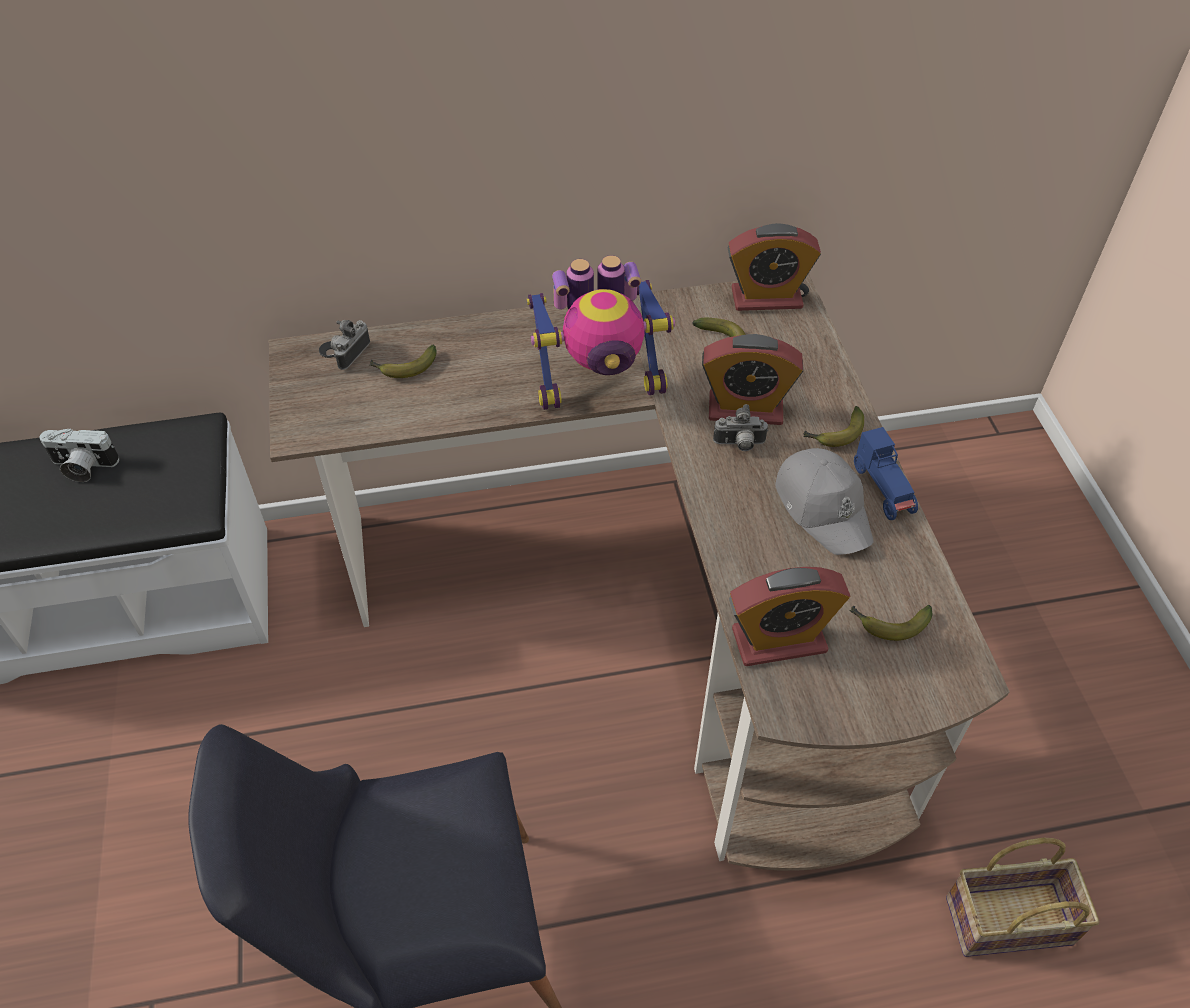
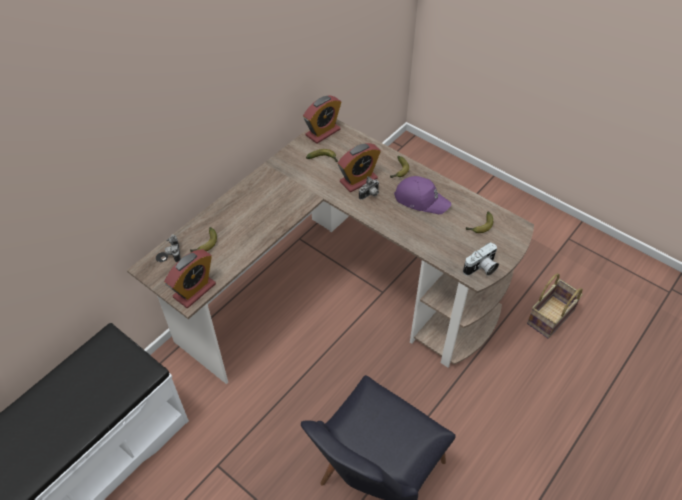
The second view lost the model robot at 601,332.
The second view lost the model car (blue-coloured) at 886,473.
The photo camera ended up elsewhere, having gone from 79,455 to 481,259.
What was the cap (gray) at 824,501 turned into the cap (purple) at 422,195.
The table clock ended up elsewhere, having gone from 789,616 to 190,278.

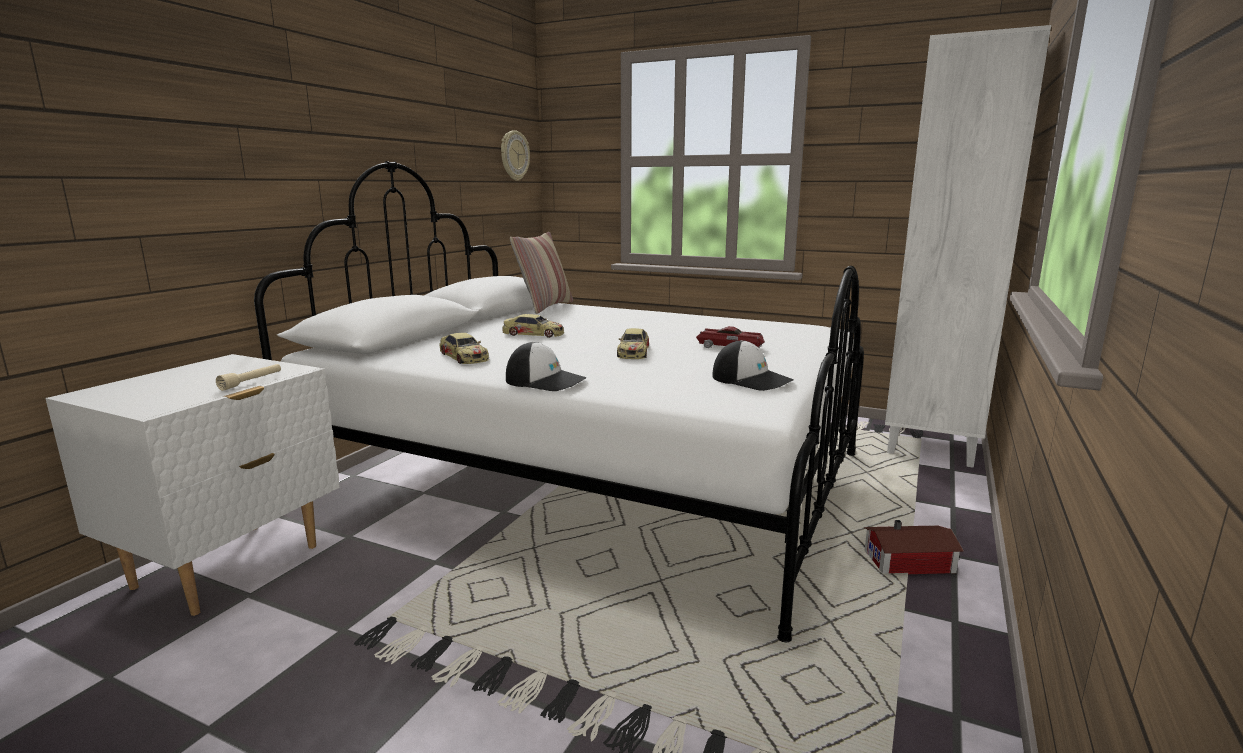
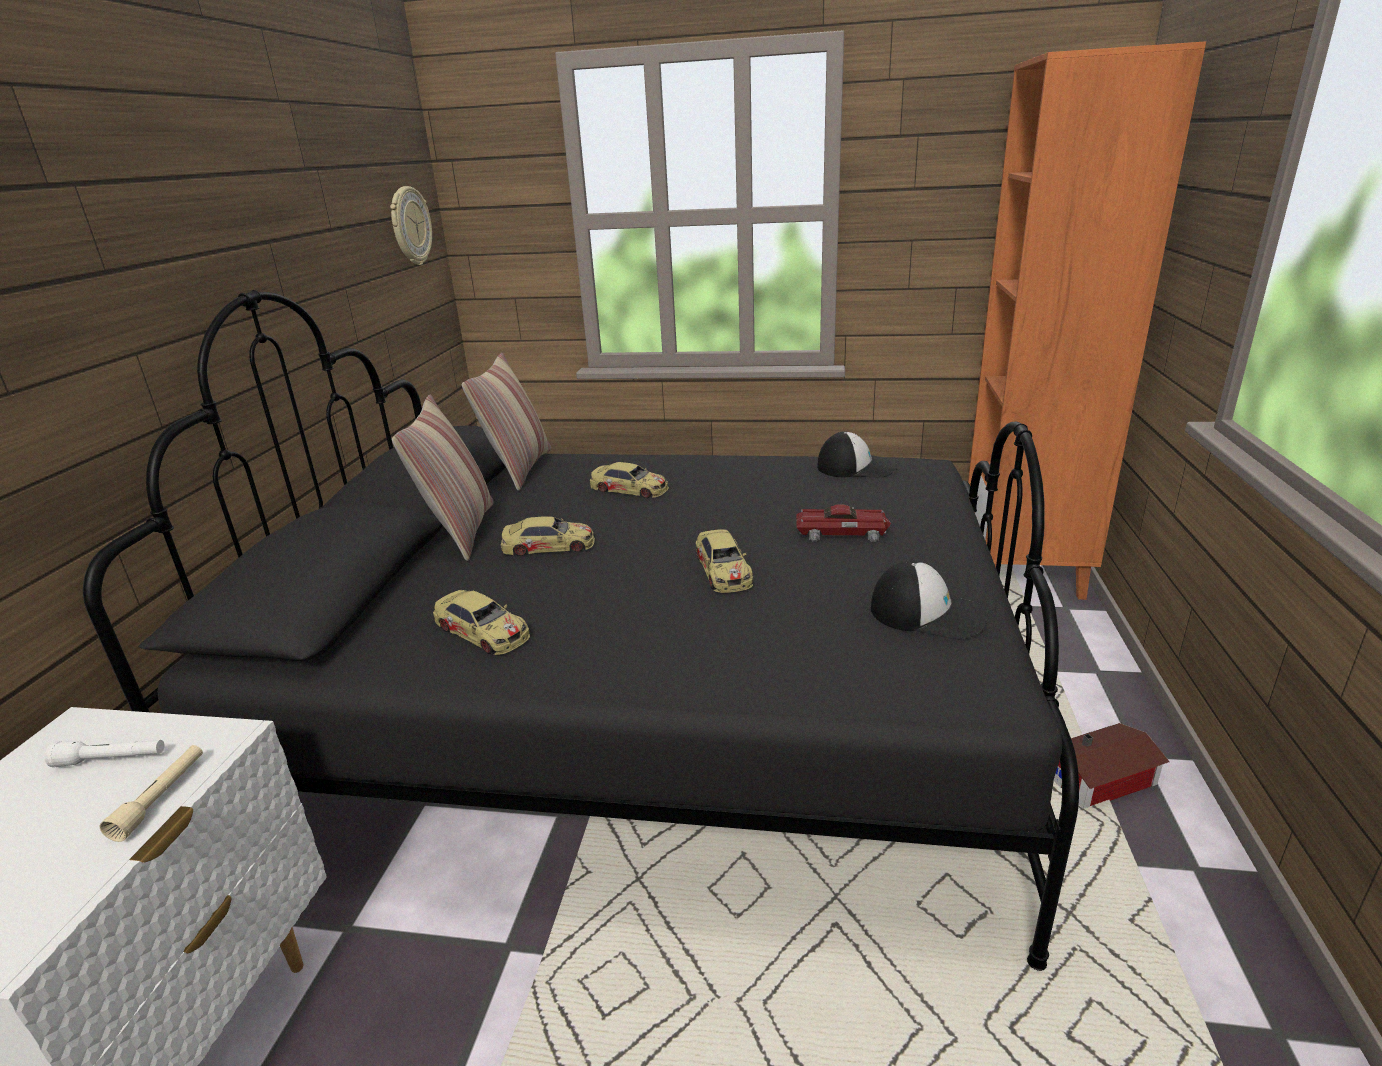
What was the shelving unit (white) at 968,246 turned into the shelving unit (orange-coloured) at 1087,320.
What was the bedroom bed (white) at 559,401 turned into the bedroom bed (black) at 581,630.
The cap ended up elsewhere, having gone from 546,366 to 857,454.
The second view gained the cushion at 443,477.
The second view gained the model car at 629,480.
The second view gained the flashlight (white) at 105,753.

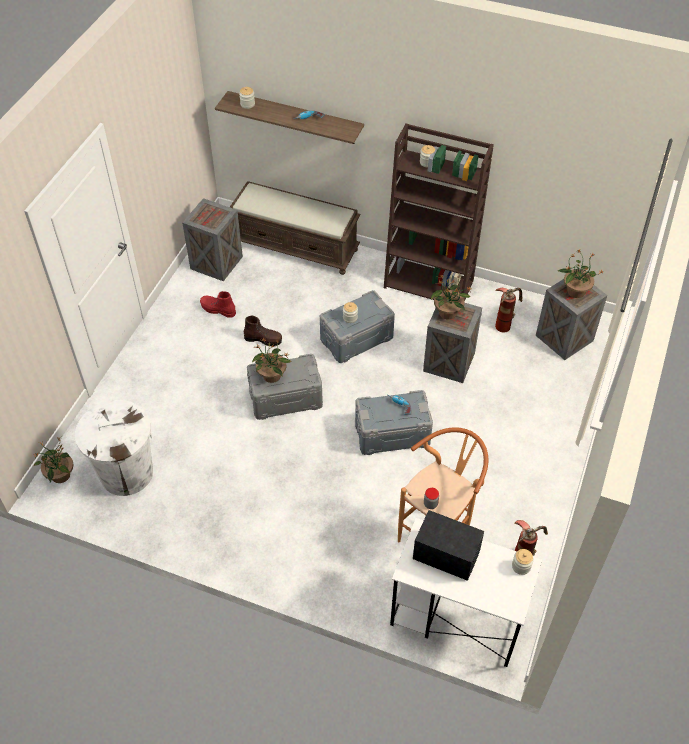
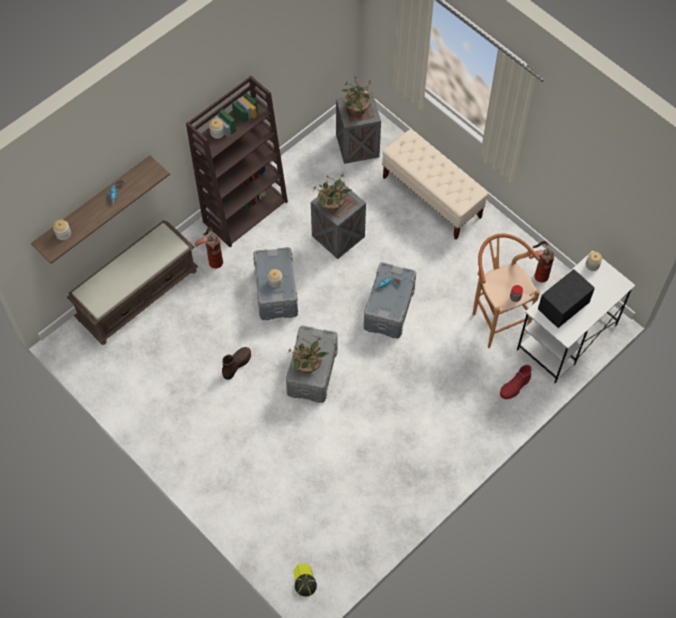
The second view lost the crate at 212,239.
The extinguisher ended up elsewhere, having gone from 508,310 to 209,248.
The high-top boot (red) ended up elsewhere, having gone from 218,304 to 515,382.
The second view lost the trash can (white) at 114,448.
Where the houseplant stood at 53,460, the cap came to stand at 305,580.
The second view gained the long seat (beige-coloured) at 435,184.

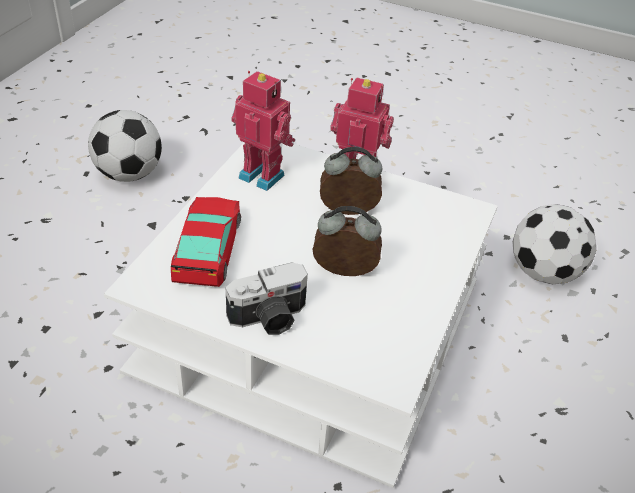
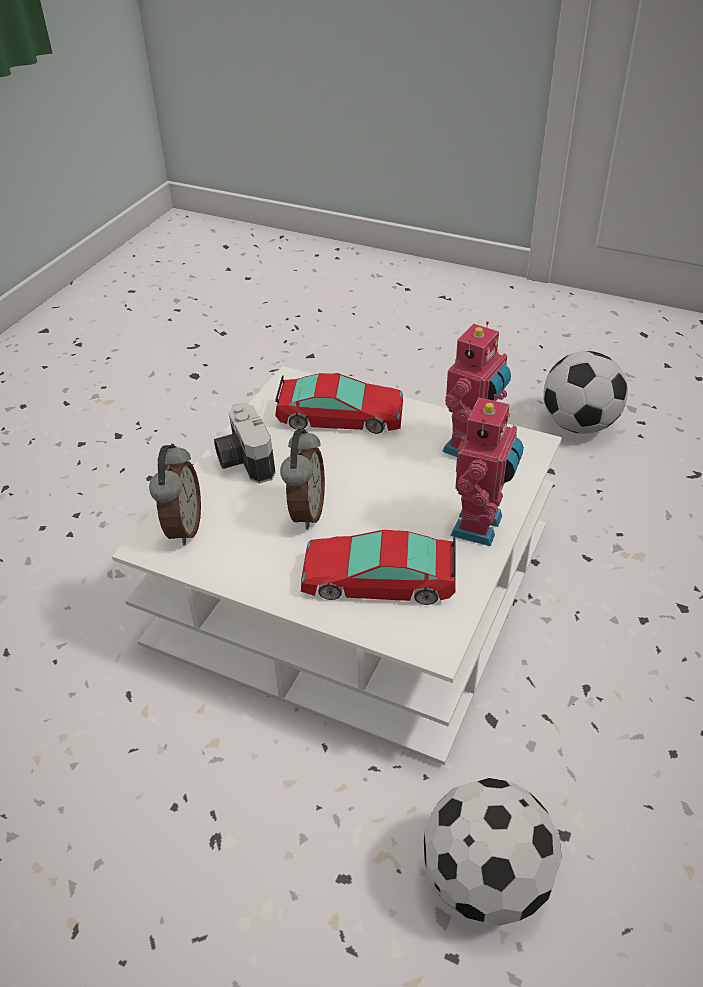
The table clock ended up elsewhere, having gone from 351,181 to 175,494.
The second view gained the model car at 378,567.

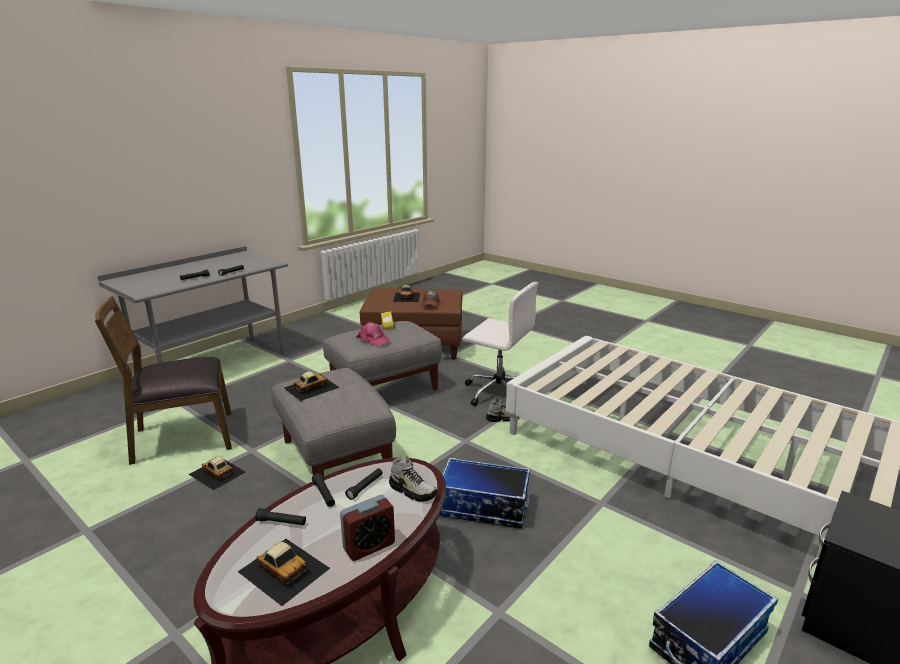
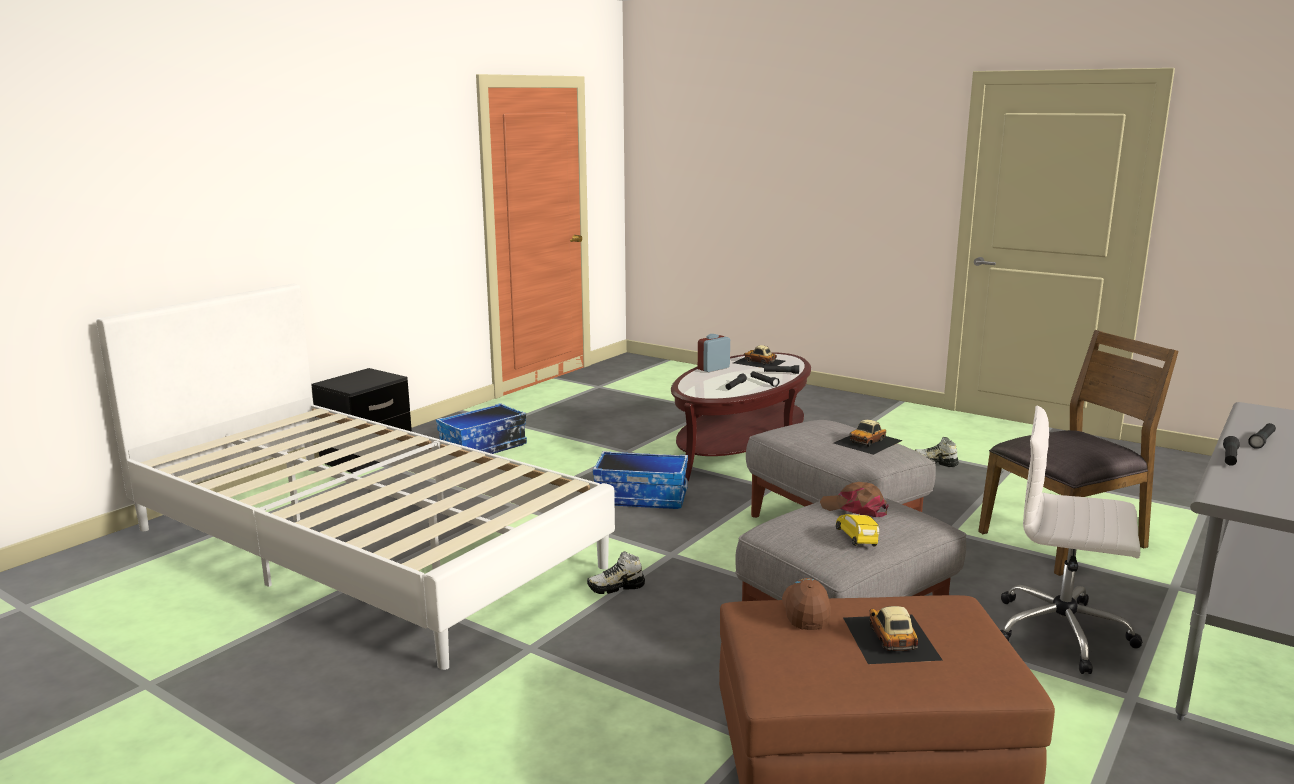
The computer chair (white) ended up elsewhere, having gone from 500,344 to 1071,540.
What was the cap (pink) at 373,334 turned into the cap (brown-coloured) at 854,499.
The second view lost the model car at 217,473.
The shoe ended up elsewhere, having gone from 413,479 to 937,452.

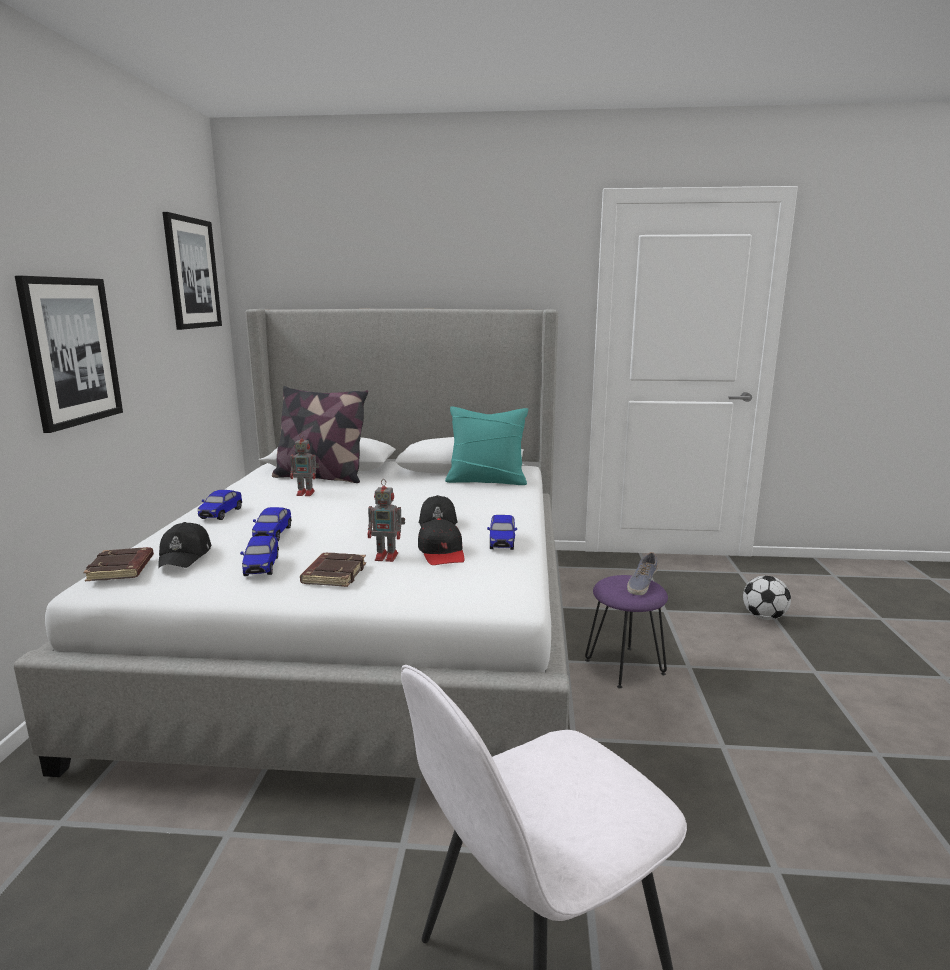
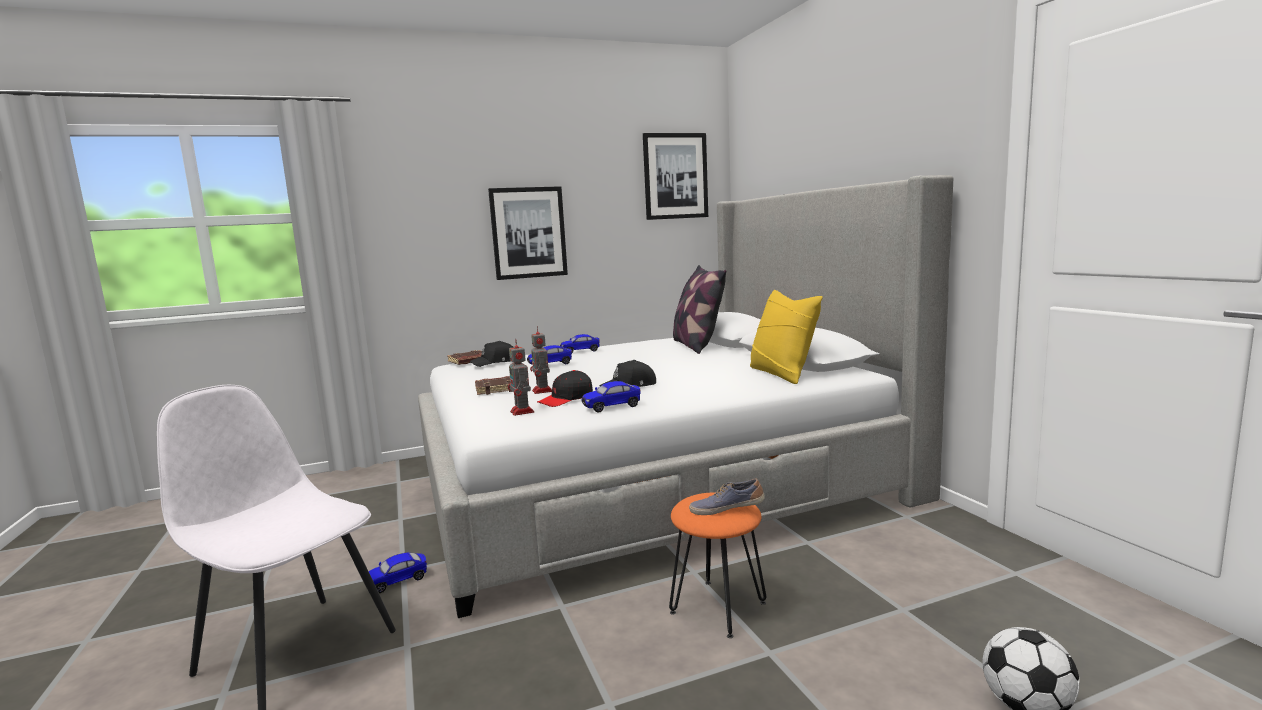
What was the cushion (blue-green) at 486,446 turned into the cushion (yellow-coloured) at 786,337.
The model robot ended up elsewhere, having gone from 304,464 to 521,377.
The model car ended up elsewhere, having gone from 259,556 to 398,572.
What was the stool seat (purple) at 626,632 turned into the stool seat (orange-coloured) at 717,565.

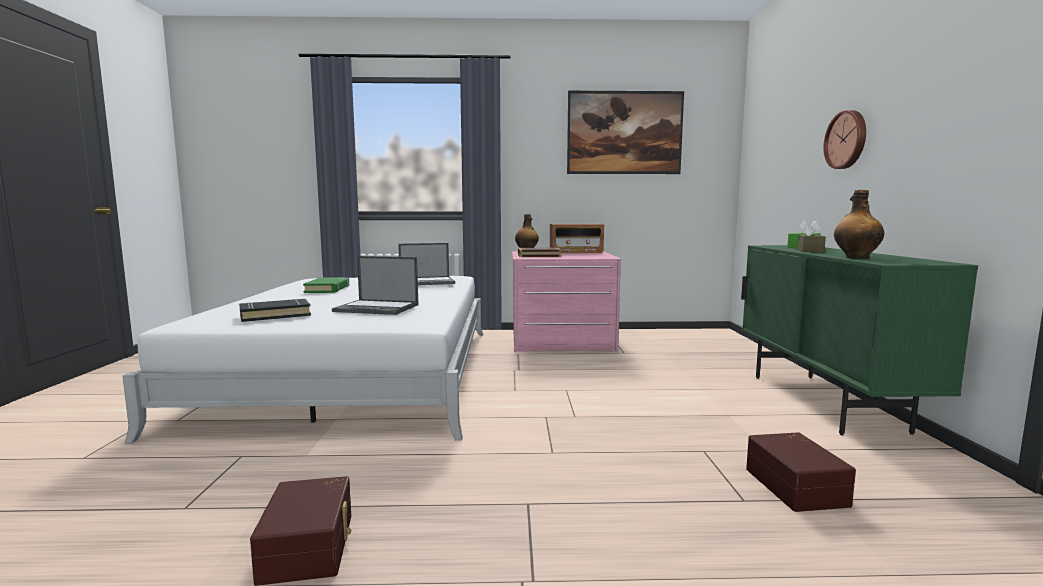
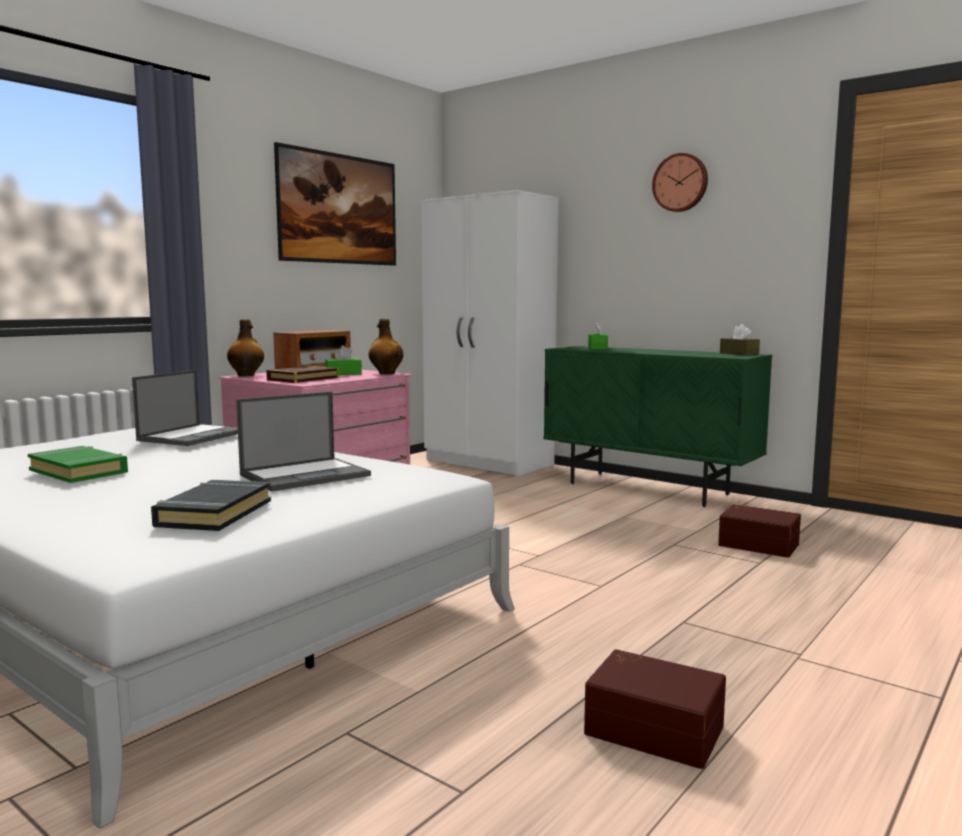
The hanging clock ended up elsewhere, having gone from 844,139 to 680,182.
The drink bottle ended up elsewhere, having gone from 859,224 to 386,346.
The tissue box (brown-coloured) ended up elsewhere, having gone from 812,236 to 740,339.
The second view gained the clothes cupboard (white) at 489,333.
The second view gained the tissue box (greenish) at 343,360.

